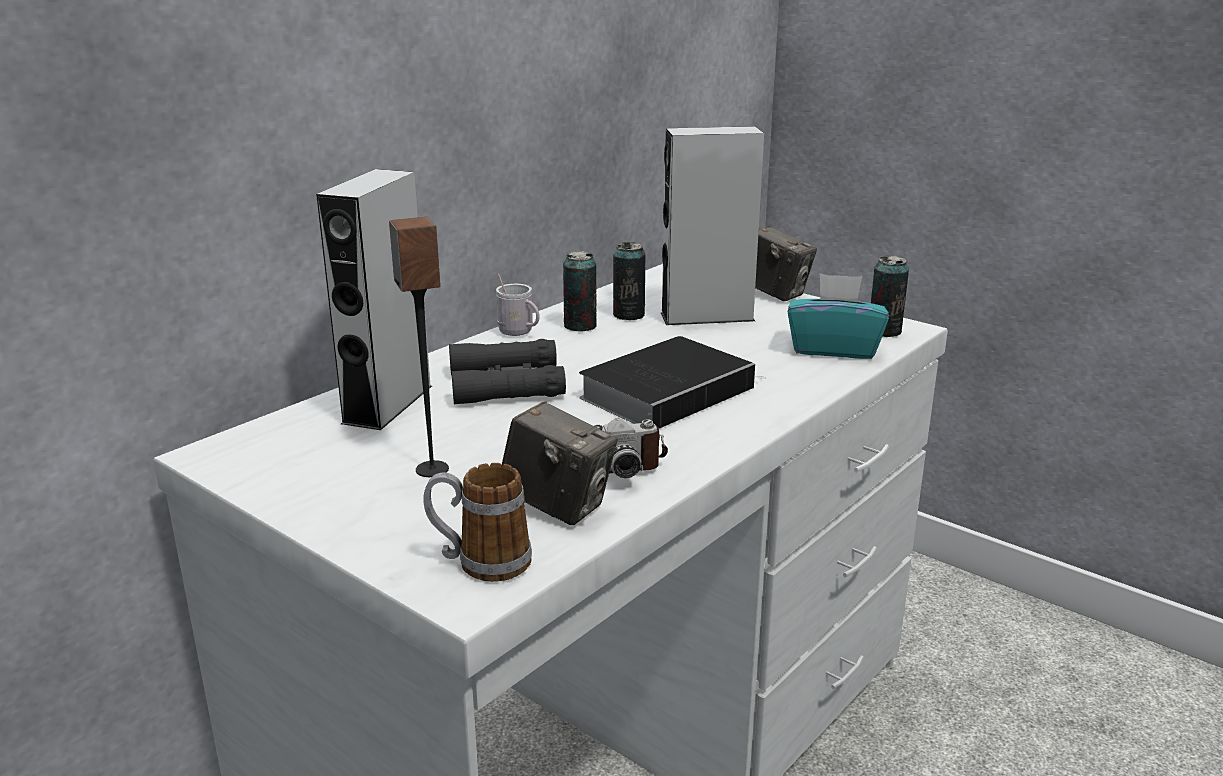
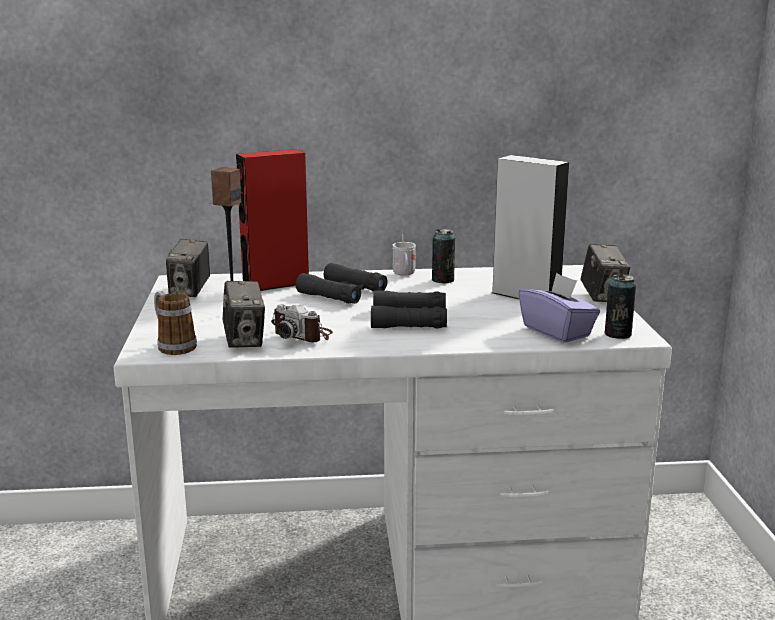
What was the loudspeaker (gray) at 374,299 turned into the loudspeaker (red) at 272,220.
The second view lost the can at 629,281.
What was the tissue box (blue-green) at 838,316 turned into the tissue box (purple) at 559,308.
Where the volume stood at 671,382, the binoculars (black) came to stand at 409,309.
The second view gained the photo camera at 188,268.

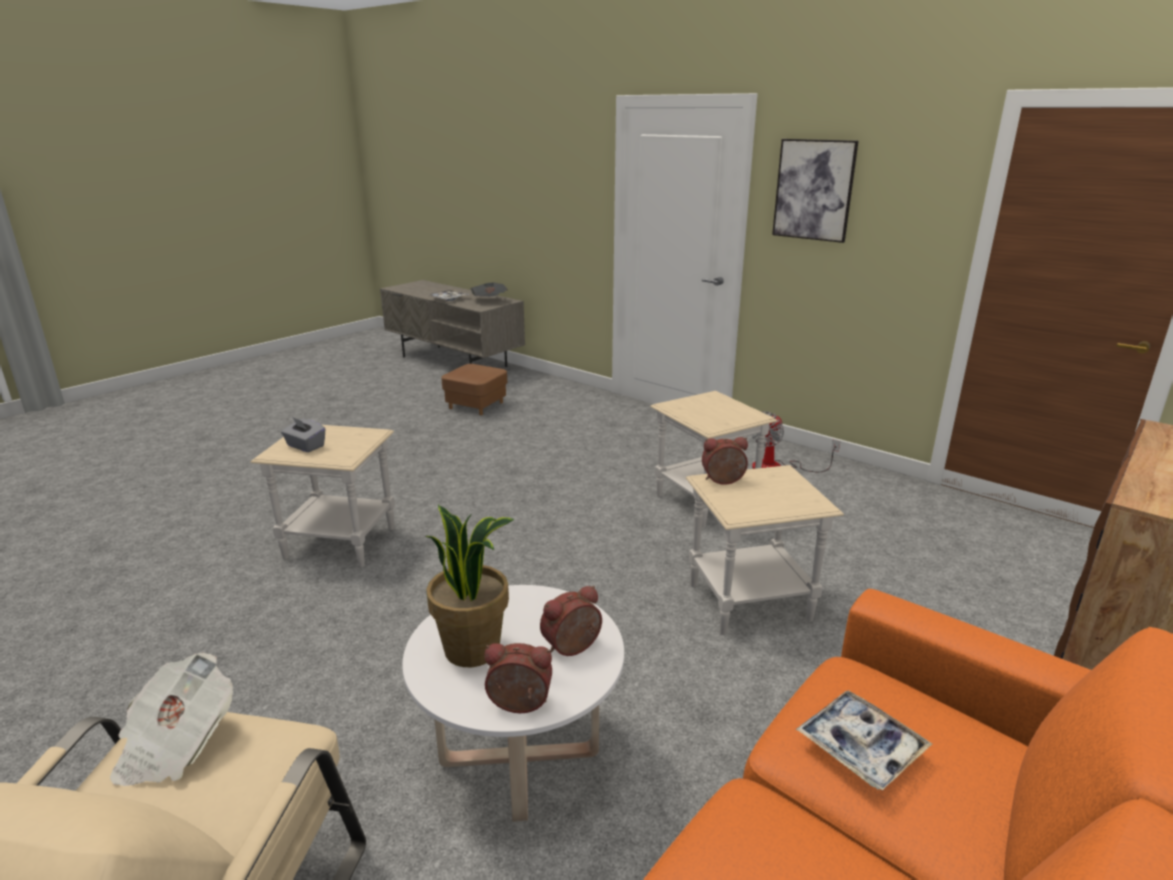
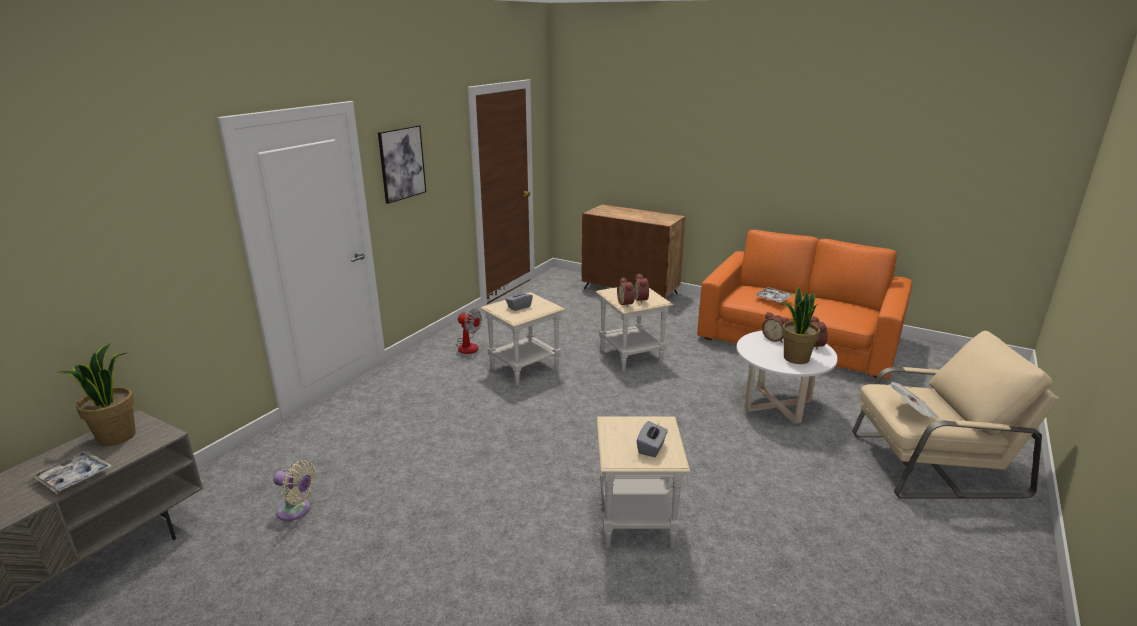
Where the printed paper stood at 489,290, the houseplant came to stand at 96,394.
Where the footrest (brown-coloured) stood at 474,389, the cooling fan (beige-coloured) came to stand at 294,490.
The second view gained the table clock at 641,288.
The second view gained the tissue box (gray) at 519,299.

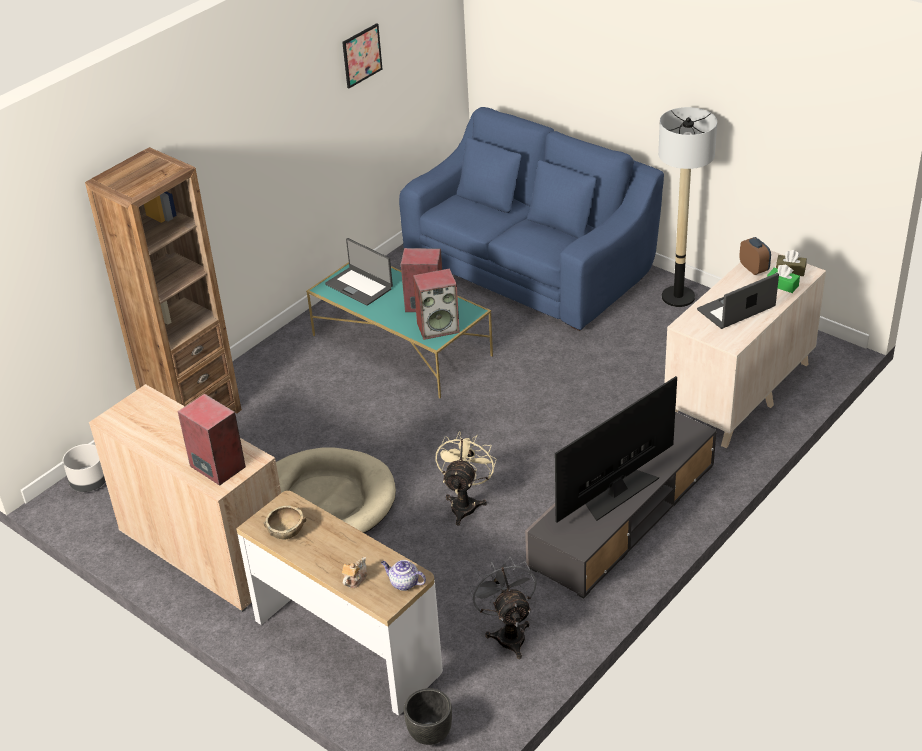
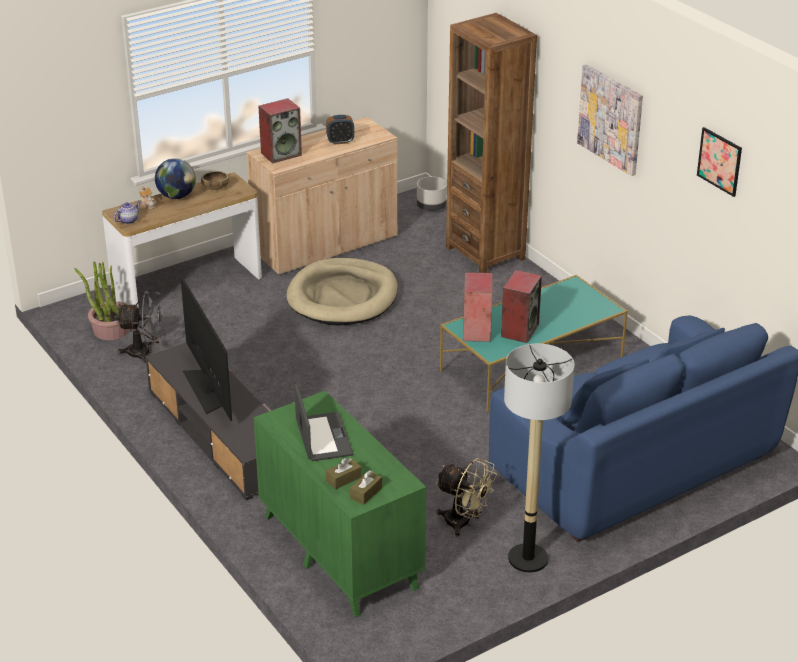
The table clock ended up elsewhere, having gone from 755,256 to 340,130.
The second view lost the notebook computer at 359,272.
What was the drawer chest (beige-coloured) at 745,349 turned into the drawer chest (greenish) at 340,504.
What was the tissue box (greenish) at 783,278 turned into the tissue box (brown-coloured) at 344,473.
The cooling fan (beige-coloured) ended up elsewhere, having gone from 466,478 to 466,497.
The second view lost the flower pot (black) at 428,716.
The second view gained the picture at 610,120.
The second view gained the world globe at 175,178.
The second view gained the houseplant at 102,300.

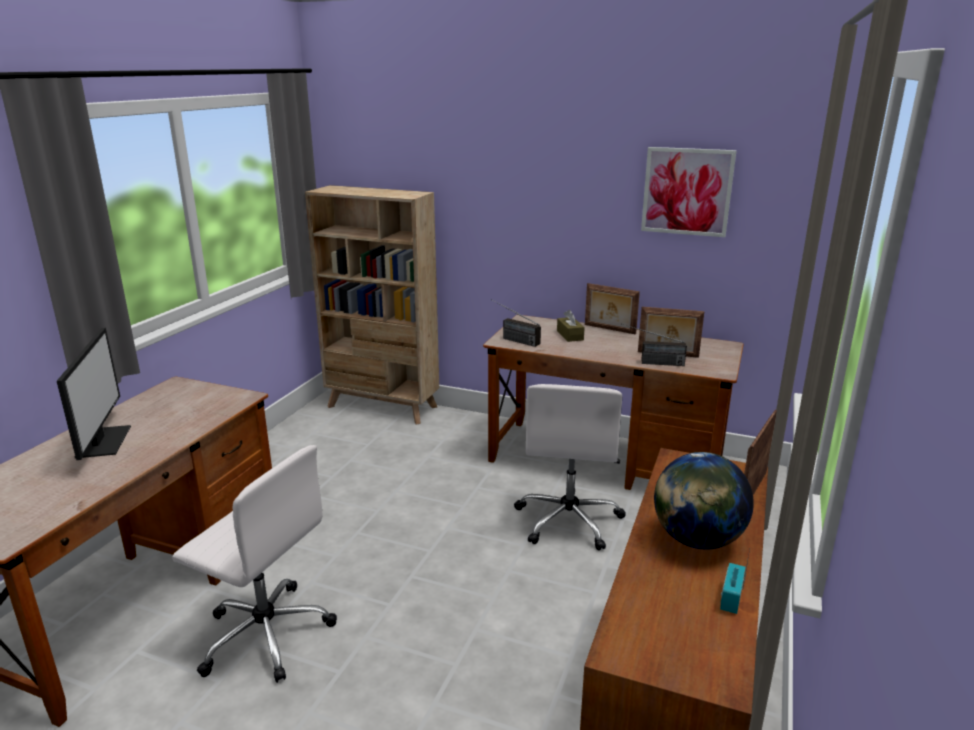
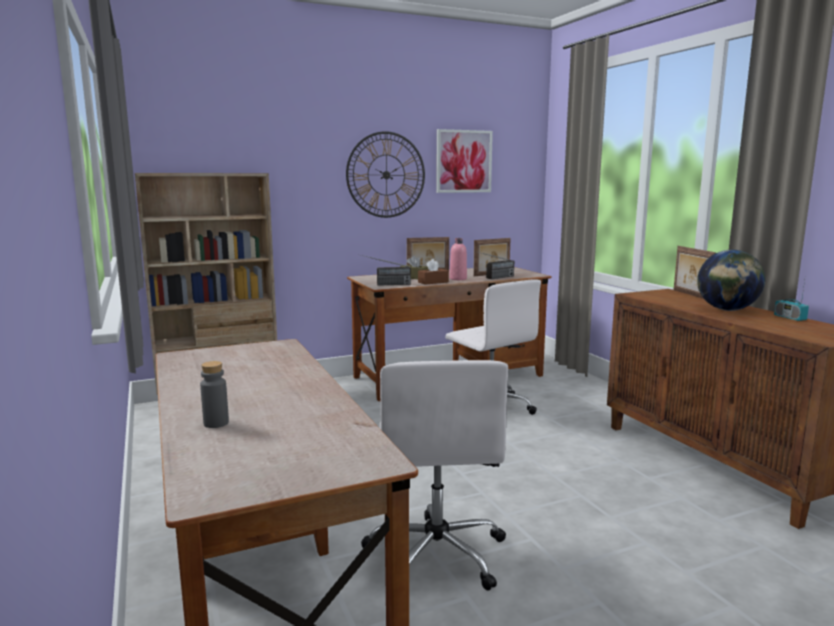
The second view lost the computer screen at 94,394.
The computer chair (white) at 254,564 ended up facing another way, 105 degrees clockwise from before.
The second view gained the hanging clock at 385,174.
The second view gained the drink bottle (pink) at 458,259.
The second view gained the tissue box (brown-coloured) at 433,272.
The second view gained the drink bottle (gray) at 214,394.

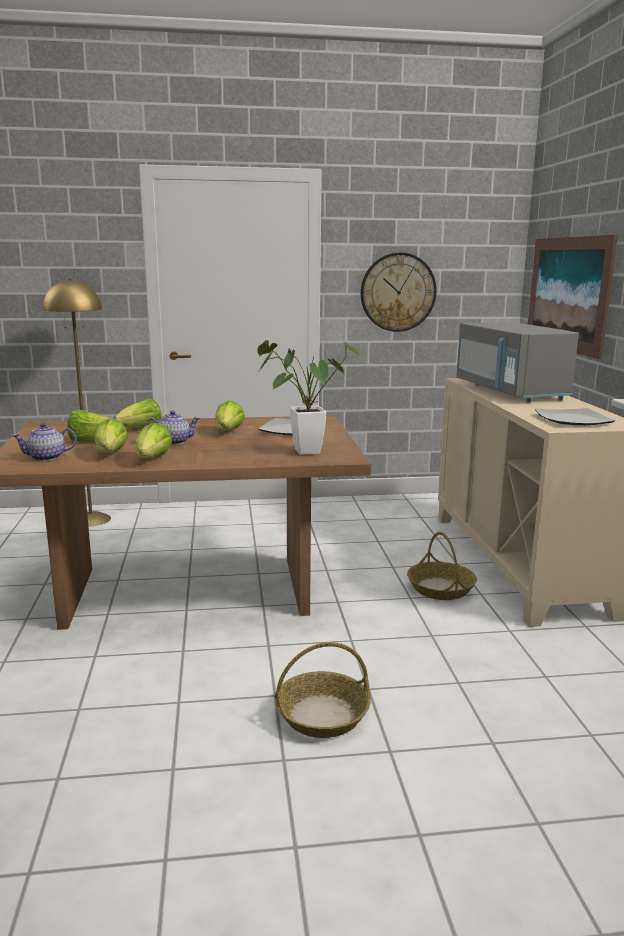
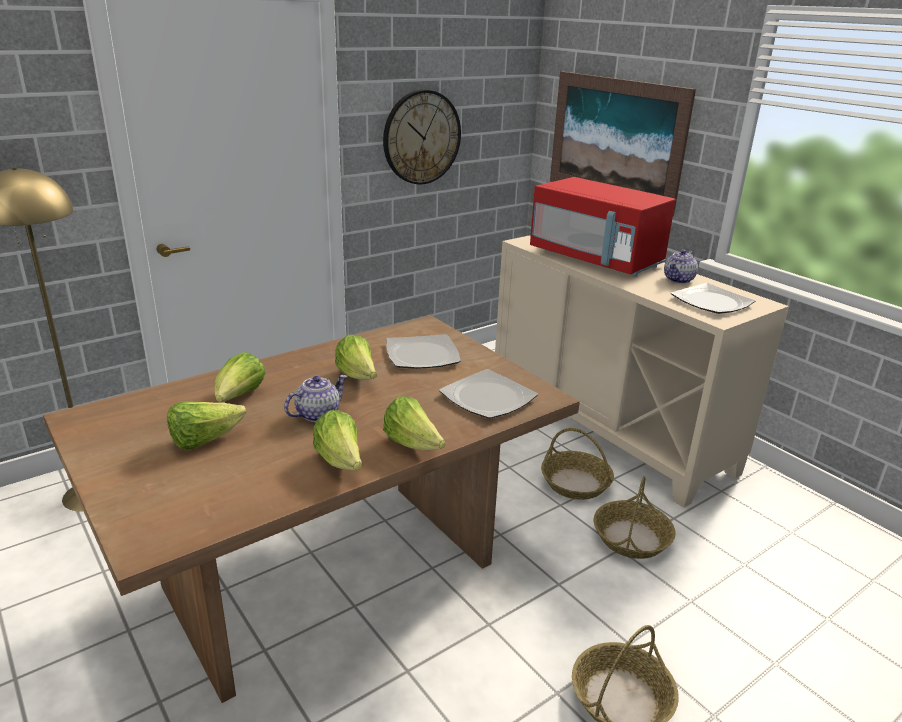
What was the kitchen microwave (gray) at 517,362 turned into the kitchen microwave (red) at 603,227.
Where the houseplant stood at 308,397, the dinner plate came to stand at 488,394.
The lettuce head ended up elsewhere, having gone from 111,435 to 414,423.
The pot for tea ended up elsewhere, having gone from 44,442 to 681,267.
The second view gained the household basket at 634,517.

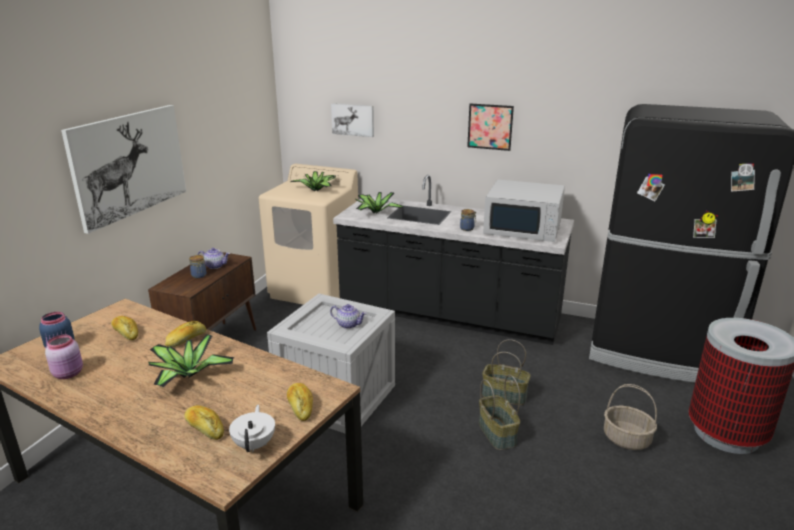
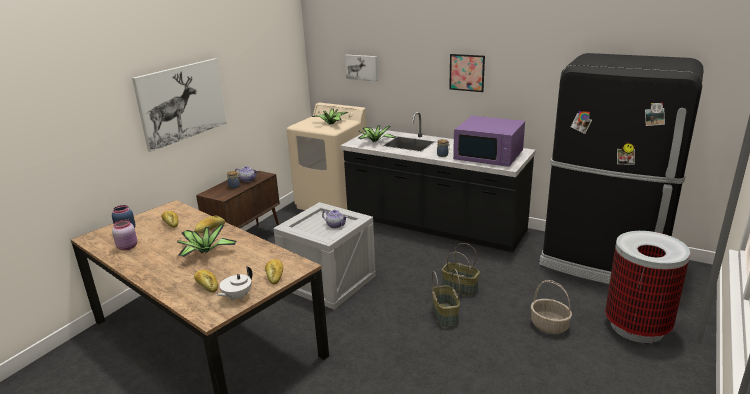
What was the kitchen microwave (white) at 524,211 turned into the kitchen microwave (purple) at 489,141.
The pot for tea (white) at 252,428 ended up facing another way, 150 degrees counterclockwise from before.

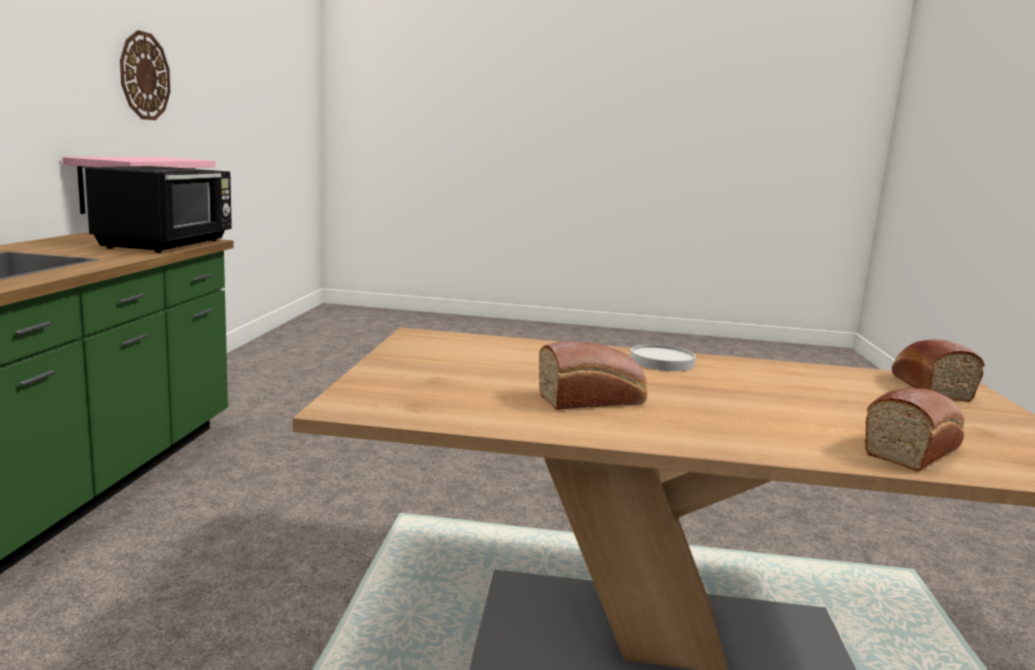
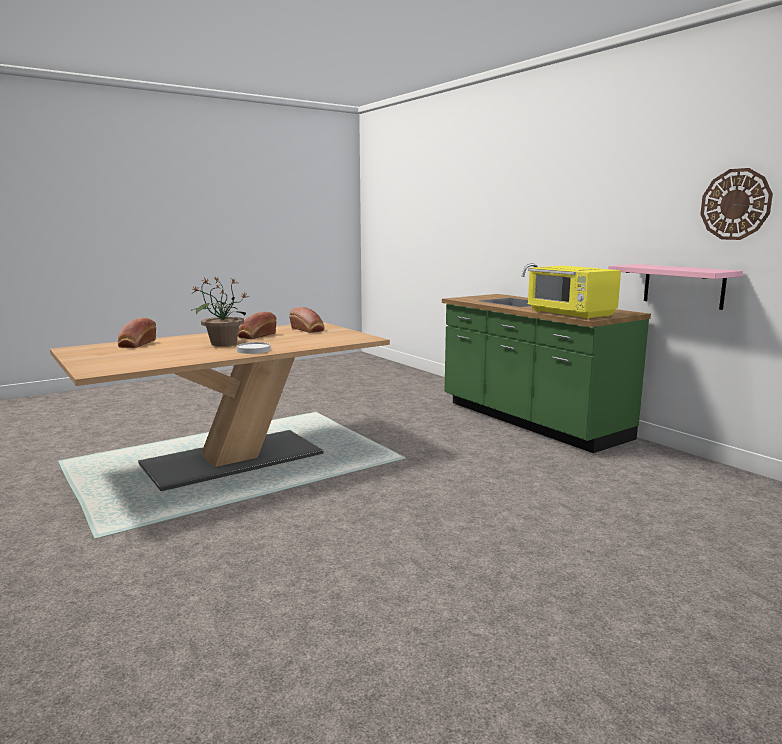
What was the kitchen microwave (black) at 158,209 turned into the kitchen microwave (yellow-coloured) at 574,293.
The bread ended up elsewhere, having gone from 938,370 to 306,320.
The second view gained the houseplant at 220,311.

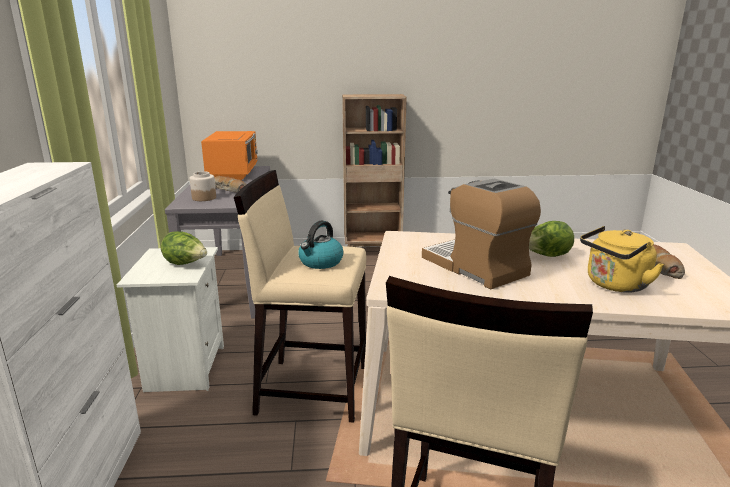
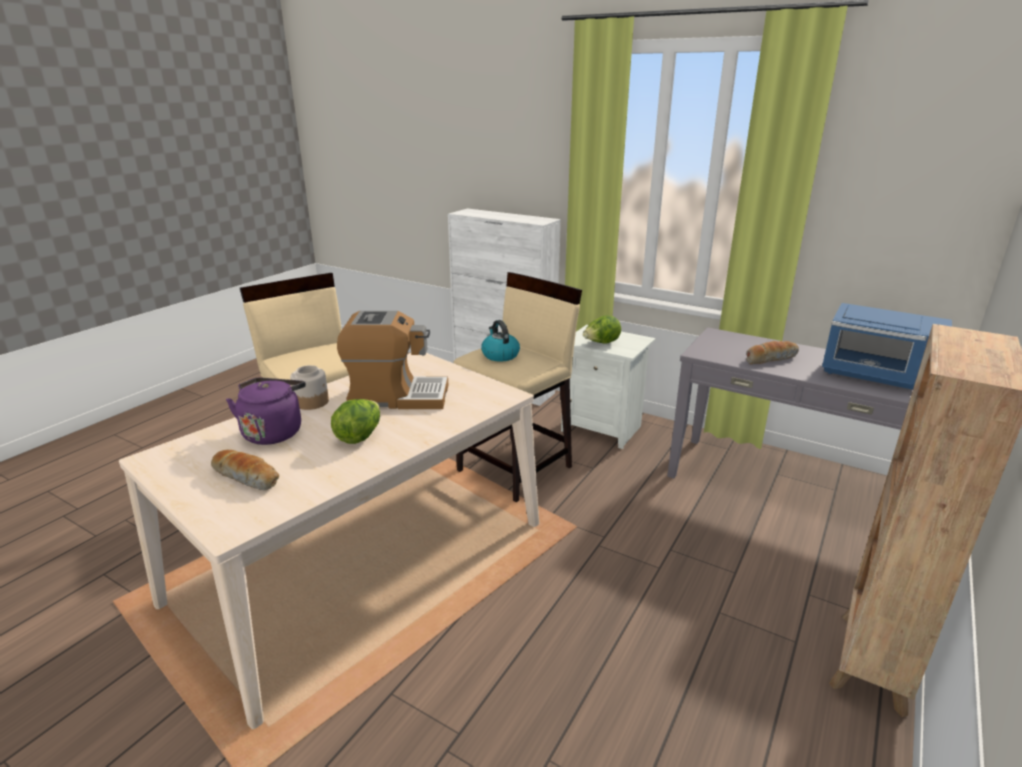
What was the kitchen microwave (orange-coloured) at 229,155 turned into the kitchen microwave (blue-coloured) at 887,346.
The jar ended up elsewhere, having gone from 203,186 to 309,387.
What was the kettle (yellow-coloured) at 622,259 turned into the kettle (purple) at 266,411.

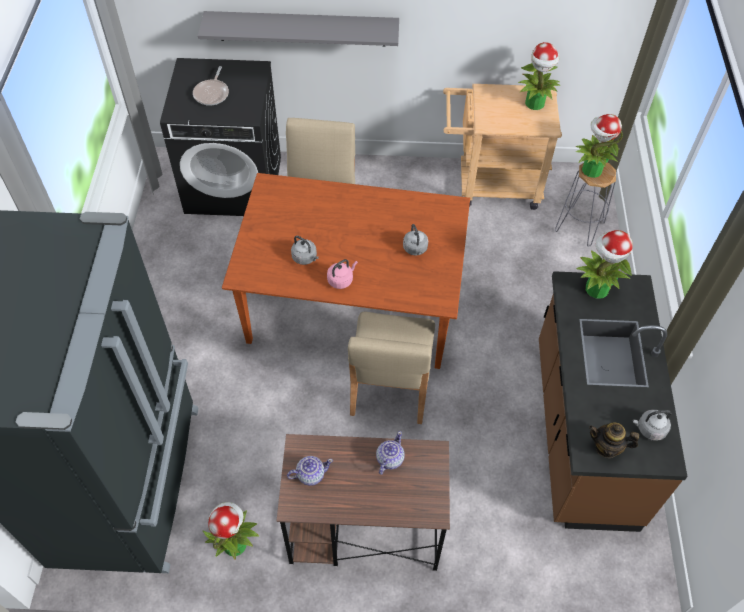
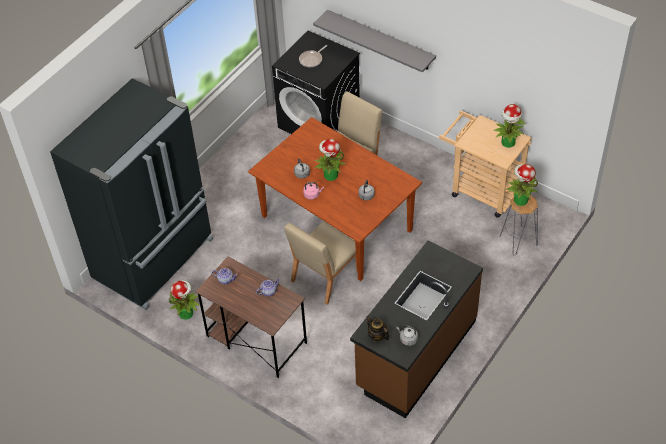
The houseplant ended up elsewhere, having gone from 604,264 to 329,160.

